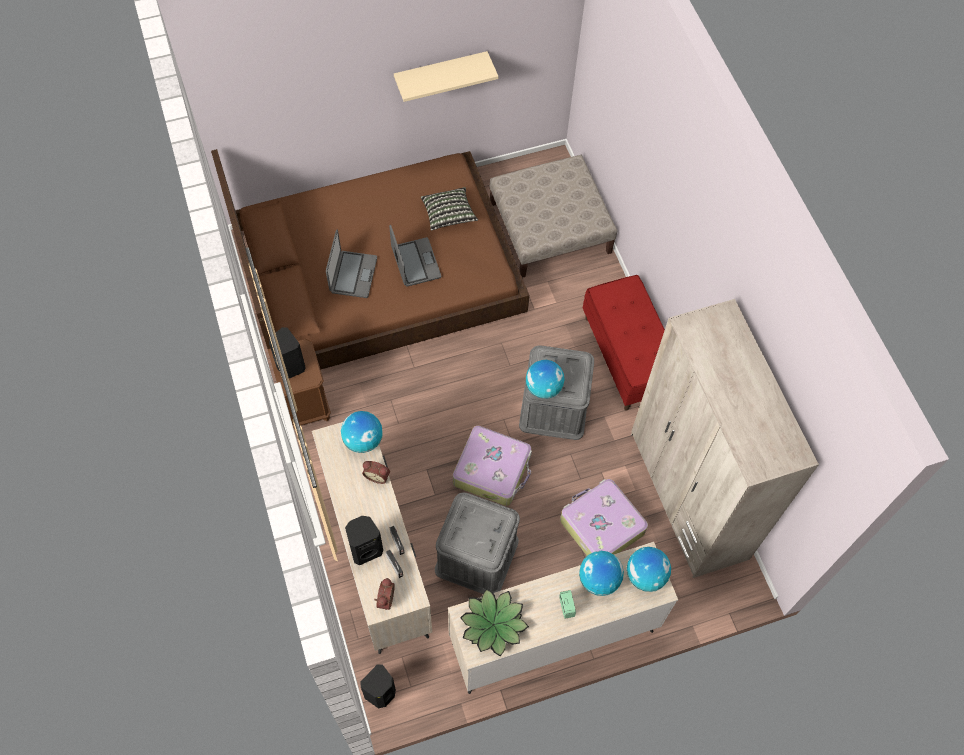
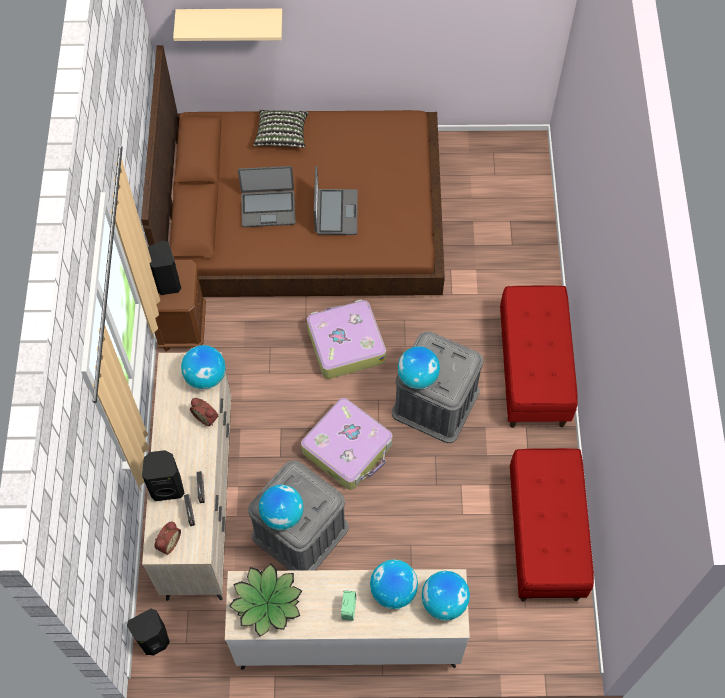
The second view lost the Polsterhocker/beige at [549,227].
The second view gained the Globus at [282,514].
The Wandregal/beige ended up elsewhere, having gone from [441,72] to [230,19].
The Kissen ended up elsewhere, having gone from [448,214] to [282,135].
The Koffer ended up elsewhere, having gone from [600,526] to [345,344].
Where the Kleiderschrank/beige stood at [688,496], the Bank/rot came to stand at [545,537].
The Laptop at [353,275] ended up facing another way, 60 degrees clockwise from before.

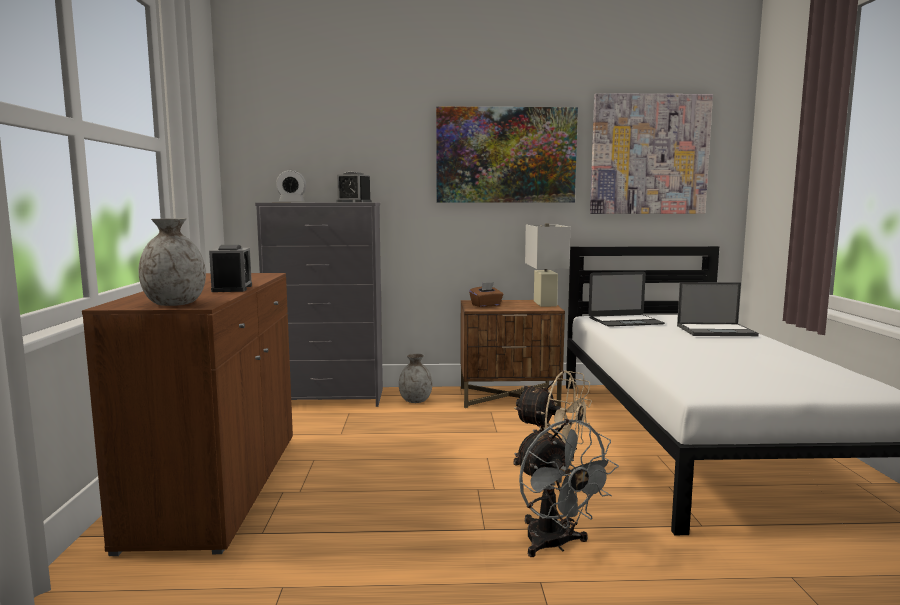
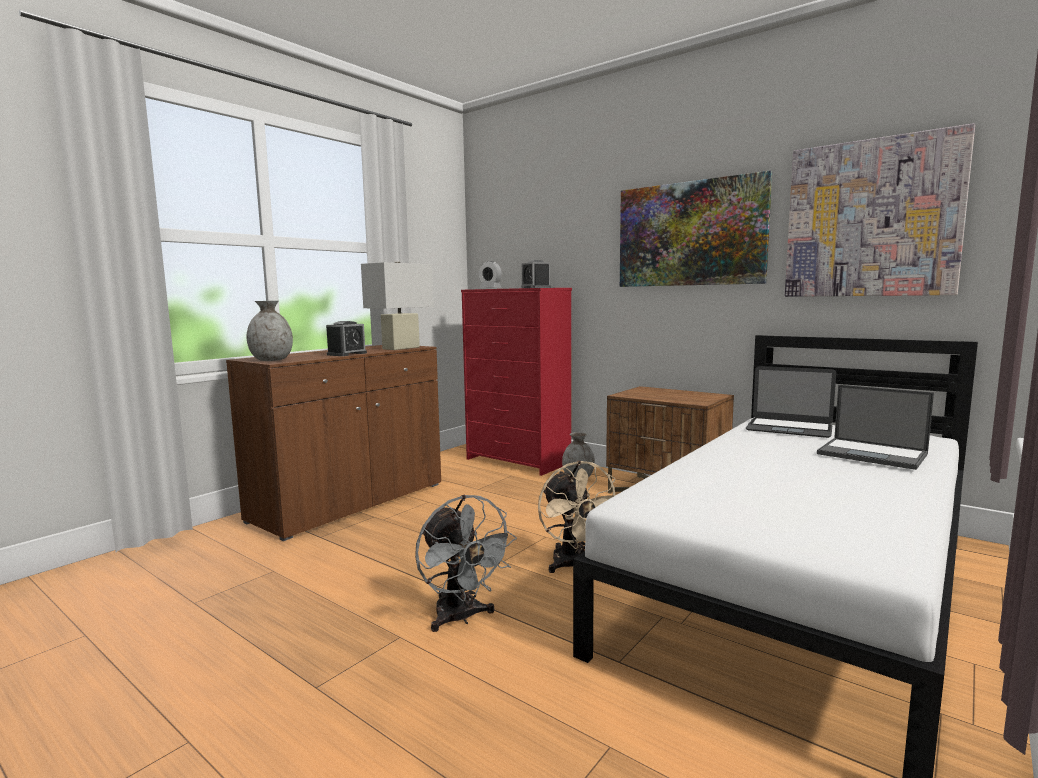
The second view lost the Taschentuchbox/braun at [486,305].
The Tischlampe/weiß ended up elsewhere, having gone from [545,304] to [401,348].
What was the Kommode/grau at [328,397] turned into the Kommode/rot at [518,461].
The Ventilator/grau at [555,545] ended up facing another way, 45 degrees counterclockwise from before.

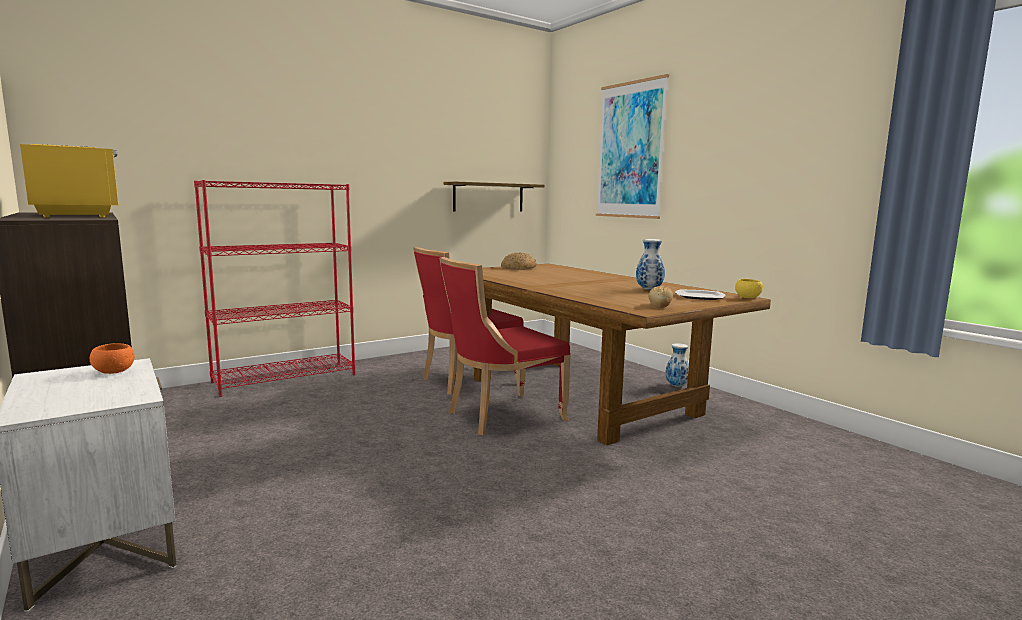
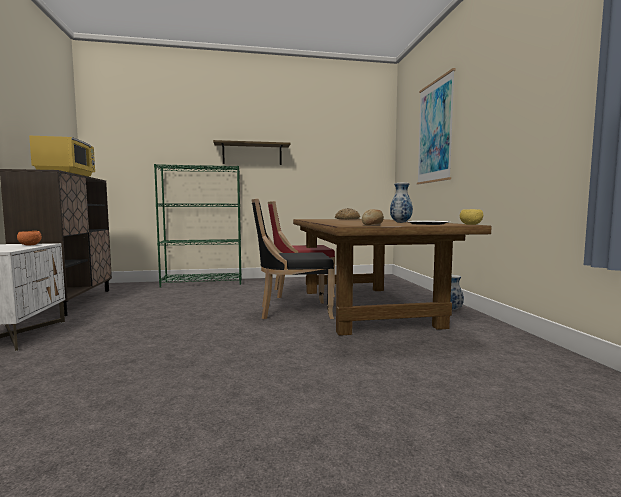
The Wandregal ended up elsewhere, having gone from [488,197] to [252,154].
What was the Bücherregal/rot at [286,378] turned into the Bücherregal/grün at [203,283].
What was the Stuhl/rot at [501,416] turned into the Stuhl/schwarz at [292,311].

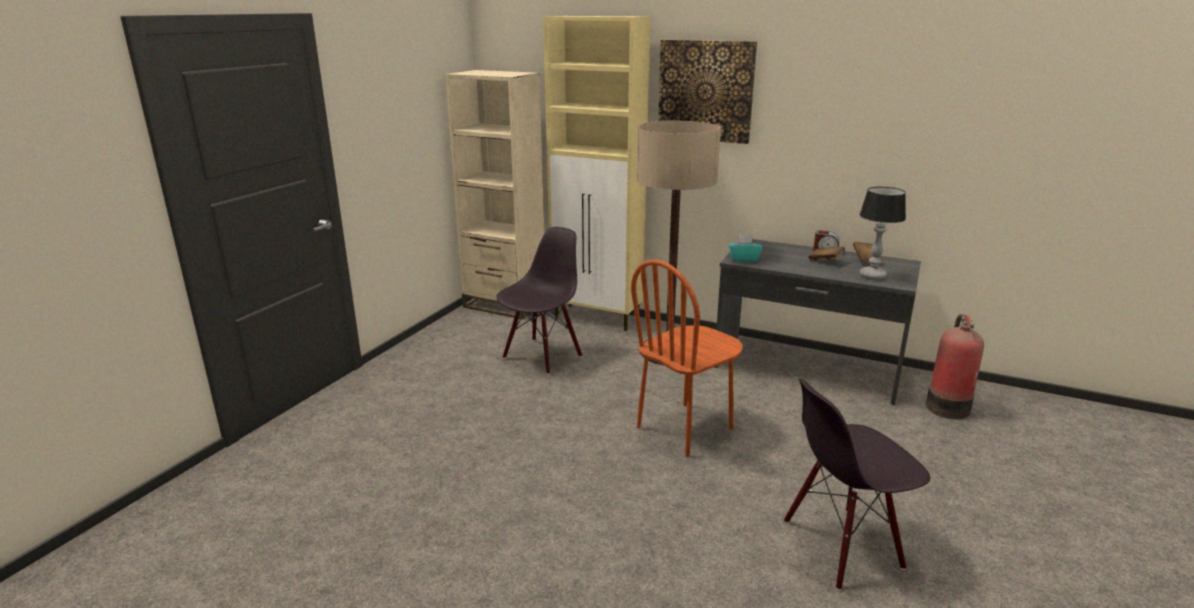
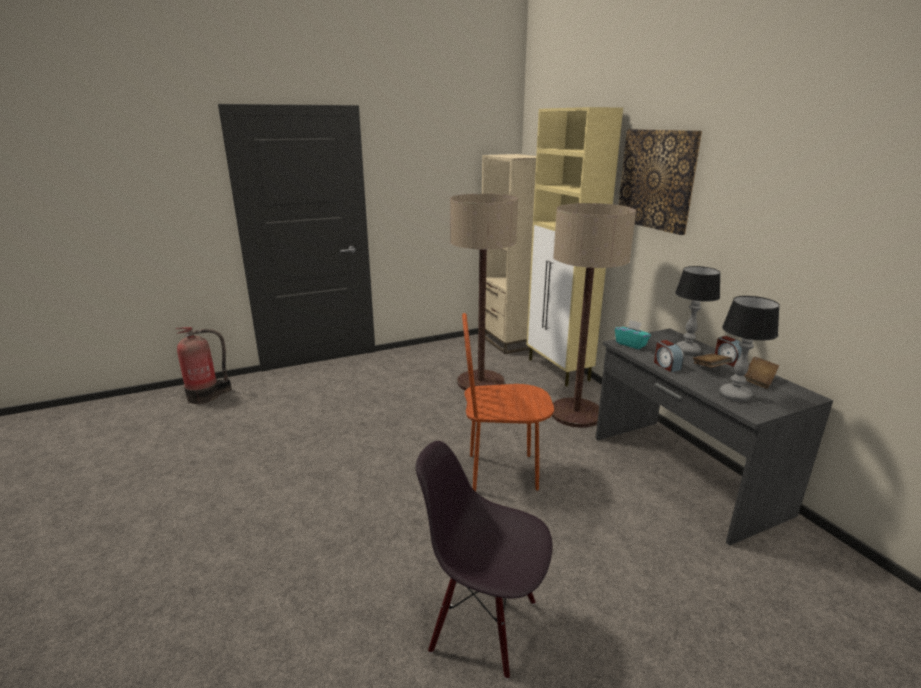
The second view gained the Wecker at [666,365].
The second view gained the Tischlampe at [686,350].
The Feuerlöscher ended up elsewhere, having gone from [946,406] to [206,395].
Where the Stuhl/schwarz stood at [542,356], the Stehlampe came to stand at [480,382].

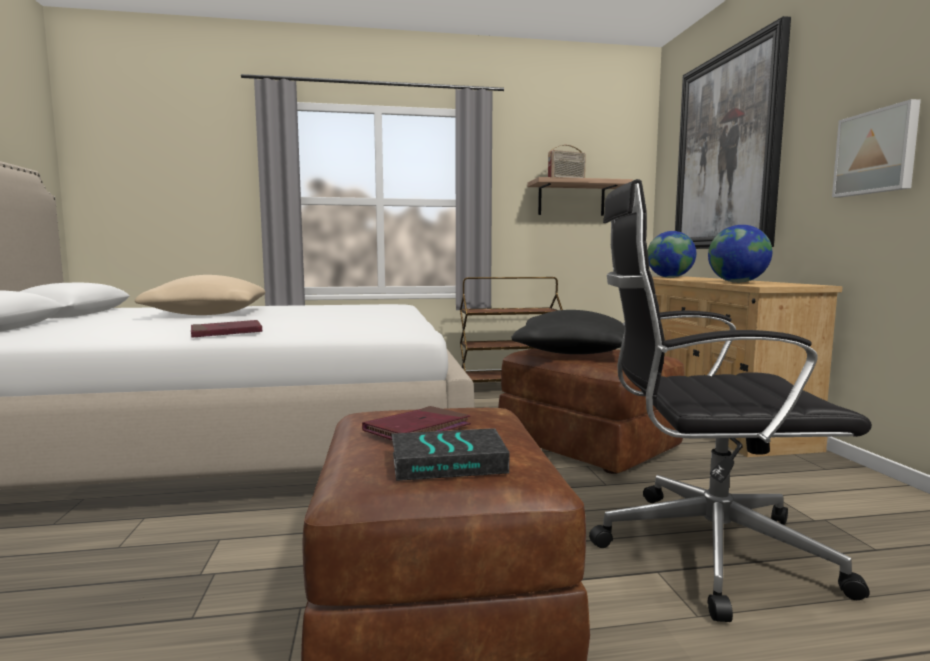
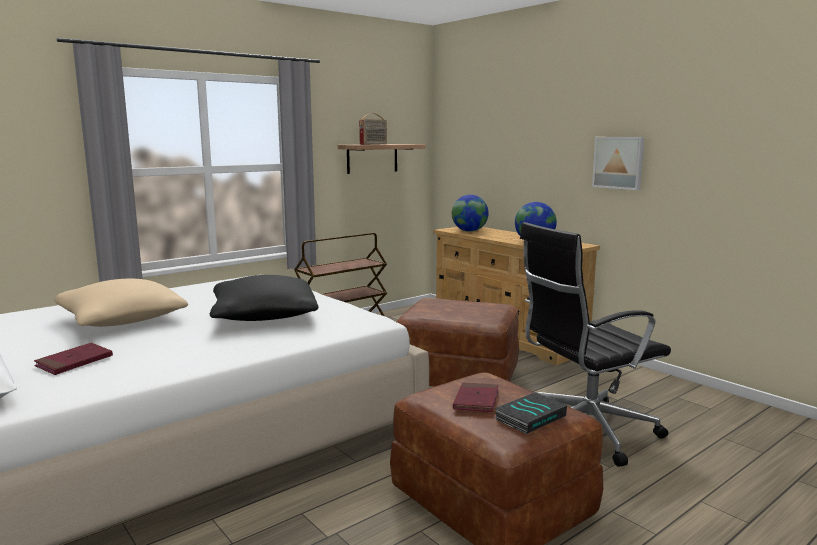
The second view lost the Bild at [726,151].
The Buch/rot ended up elsewhere, having gone from [226,333] to [74,362].
The Kissen/schwarz ended up elsewhere, having gone from [571,352] to [264,316].

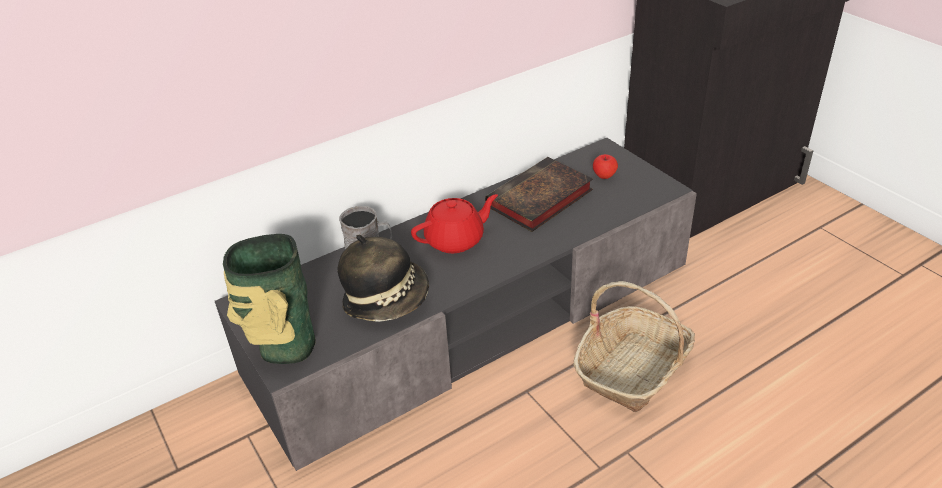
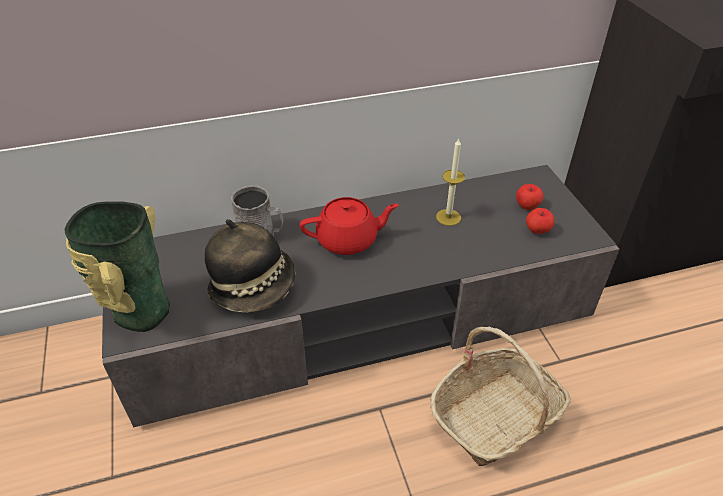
The second view gained the Apfel at [537,231].
Where the Buch stood at [538,200], the Kerze came to stand at [448,217].

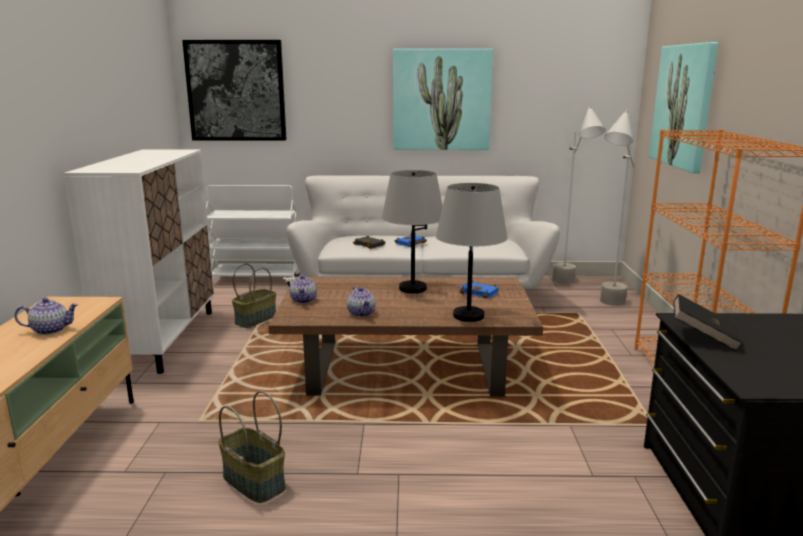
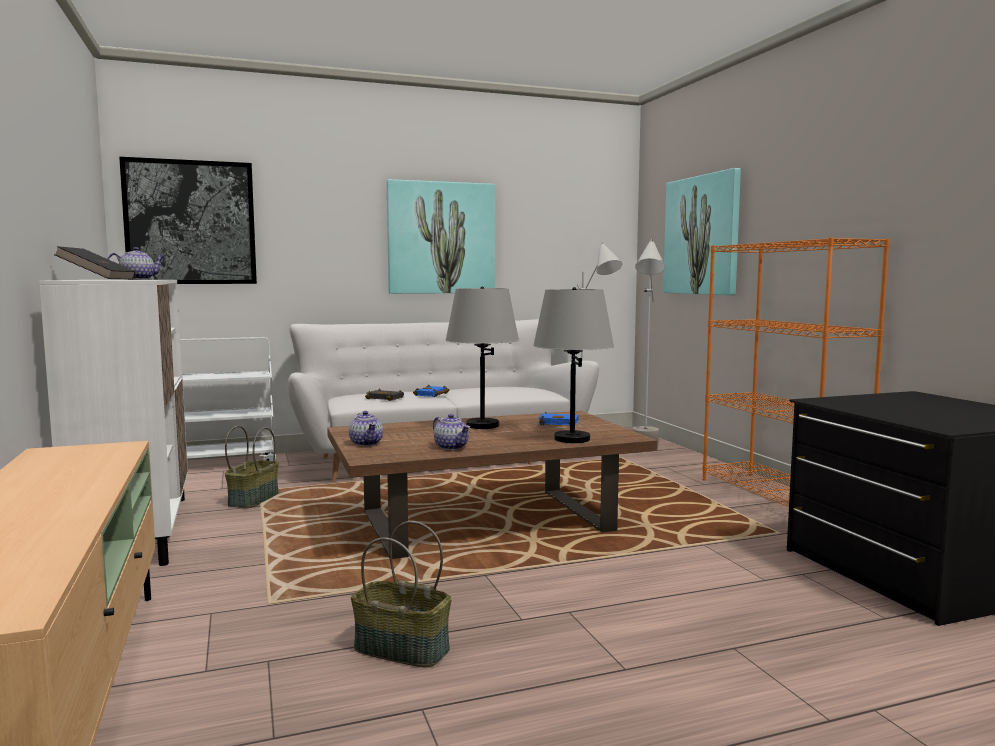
The Teekanne ended up elsewhere, having gone from [51,330] to [137,279].
The Buch/schwarz ended up elsewhere, having gone from [703,337] to [97,279].

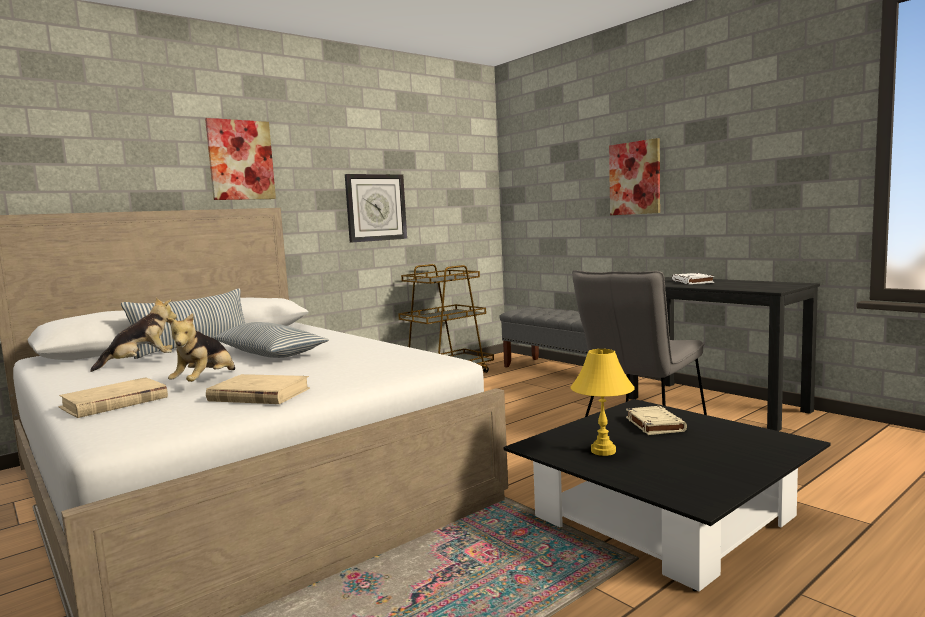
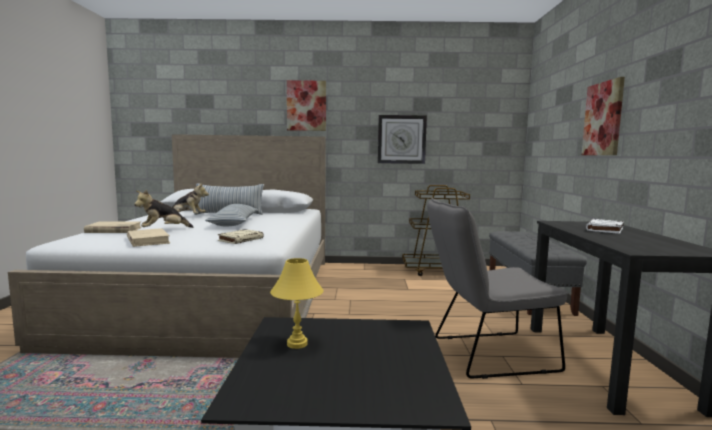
The Buch/beige ended up elsewhere, having gone from [654,424] to [241,239].

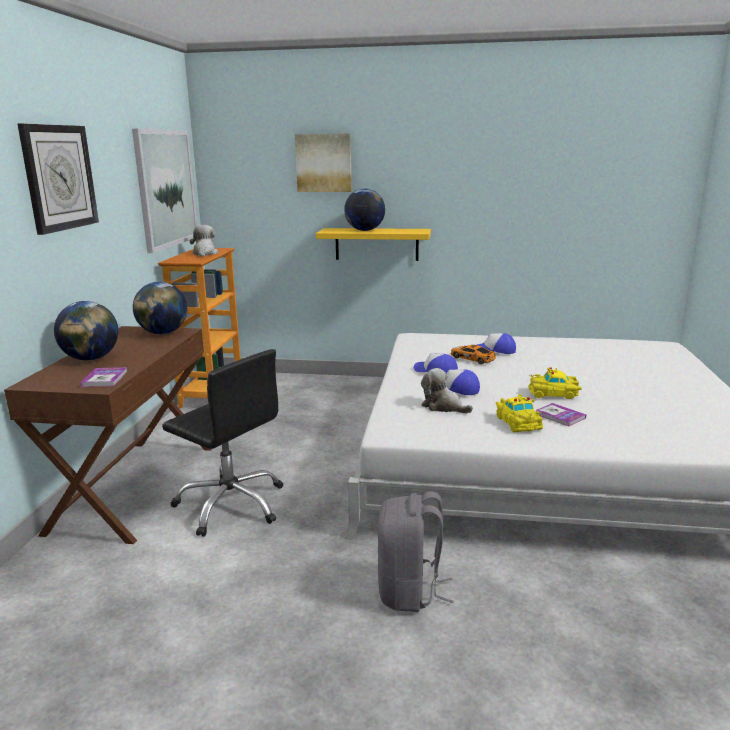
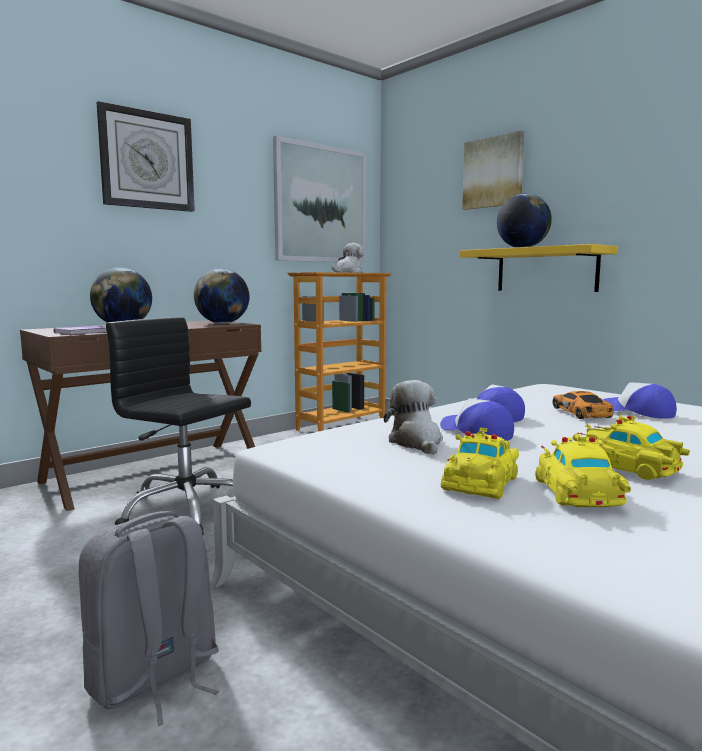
Where the Buch stood at [560,416], the Spielzeugauto/gelb came to stand at [577,494].
The Bürostuhl/schwarz at [231,504] ended up facing another way, 135 degrees clockwise from before.

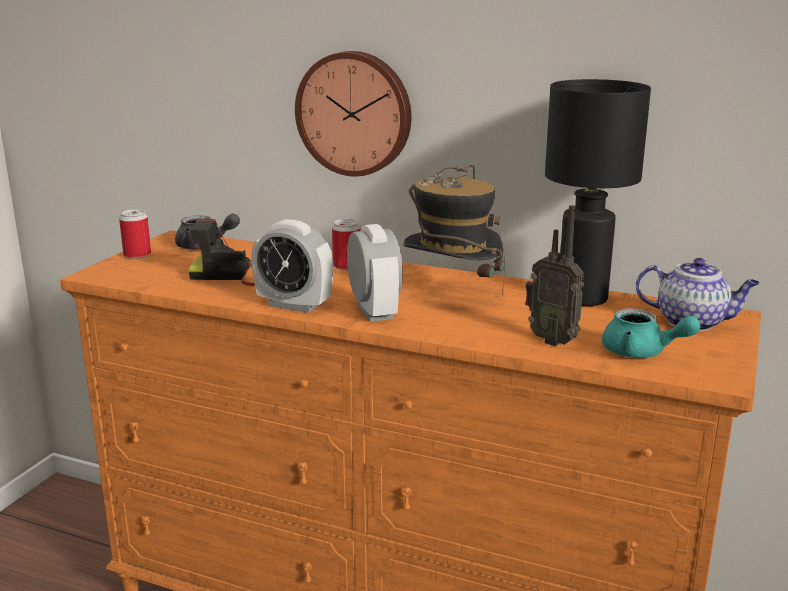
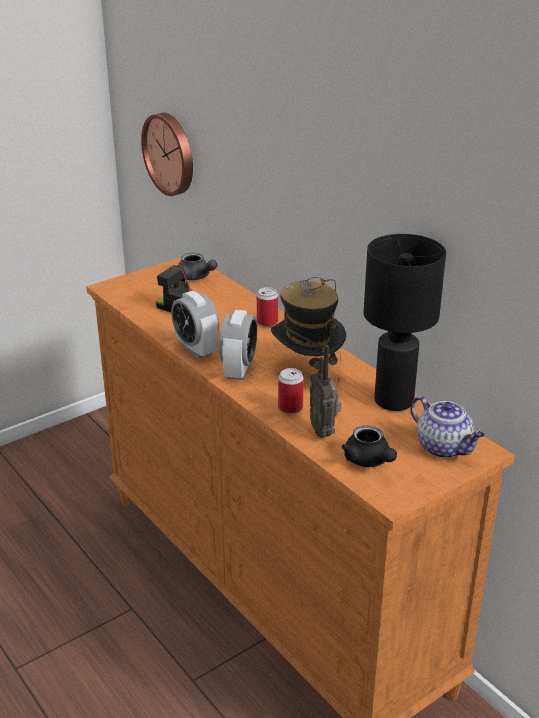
The Dose ended up elsewhere, having gone from [137,255] to [290,408].
The Wanduhr ended up elsewhere, having gone from [355,113] to [171,153].
What was the Teekanne/türkis at [641,353] turned into the Teekanne/schwarz at [369,461].

